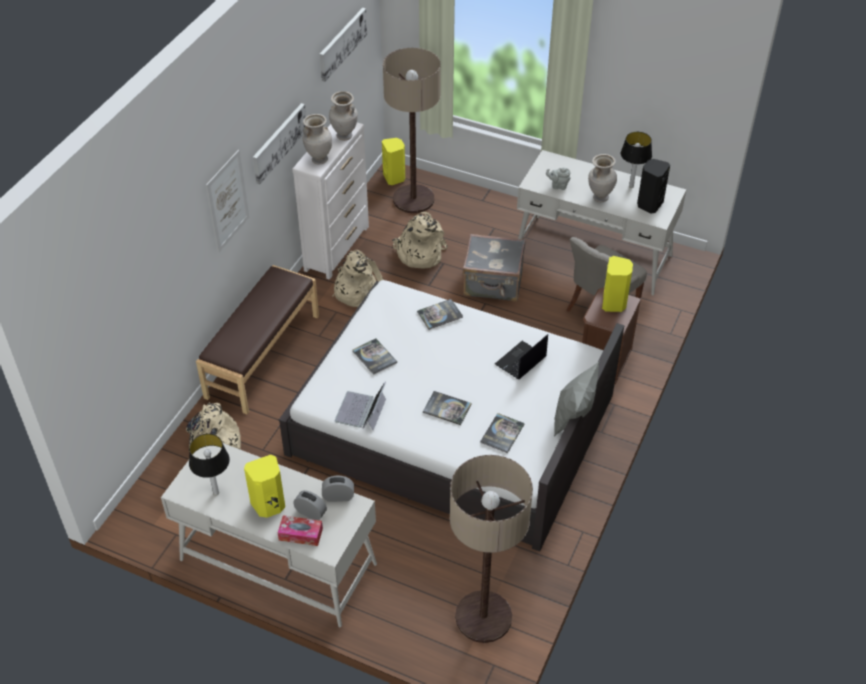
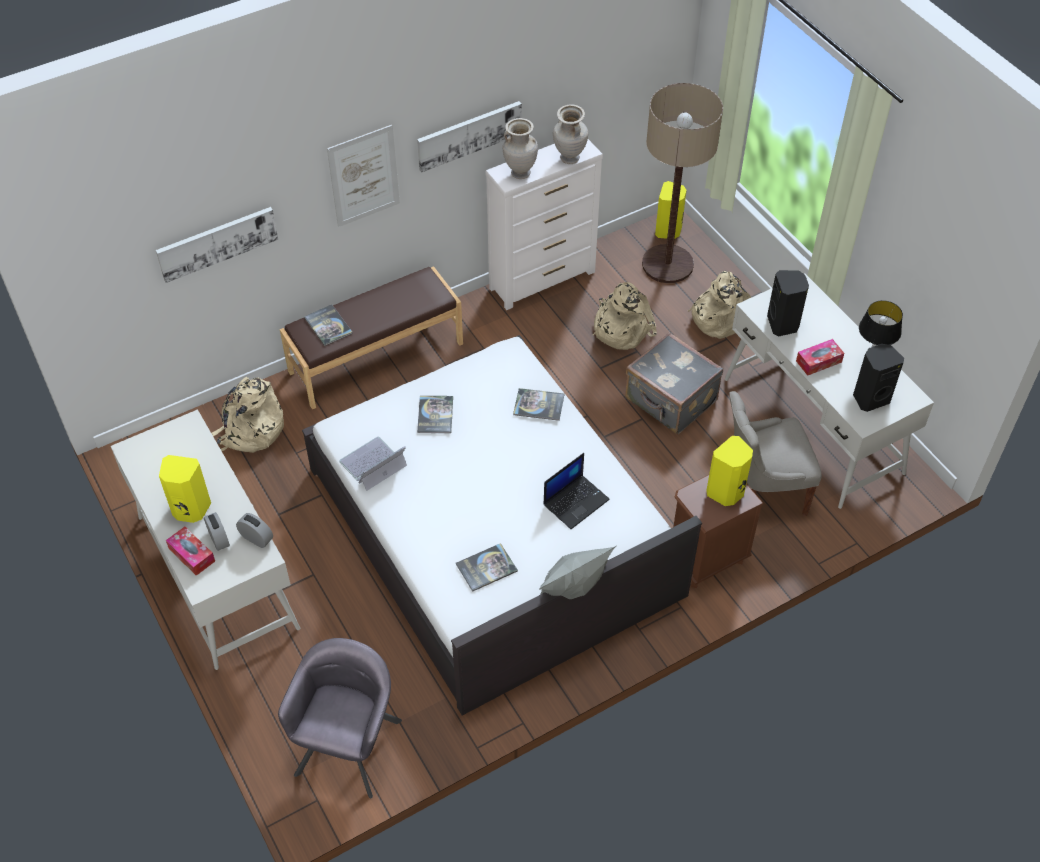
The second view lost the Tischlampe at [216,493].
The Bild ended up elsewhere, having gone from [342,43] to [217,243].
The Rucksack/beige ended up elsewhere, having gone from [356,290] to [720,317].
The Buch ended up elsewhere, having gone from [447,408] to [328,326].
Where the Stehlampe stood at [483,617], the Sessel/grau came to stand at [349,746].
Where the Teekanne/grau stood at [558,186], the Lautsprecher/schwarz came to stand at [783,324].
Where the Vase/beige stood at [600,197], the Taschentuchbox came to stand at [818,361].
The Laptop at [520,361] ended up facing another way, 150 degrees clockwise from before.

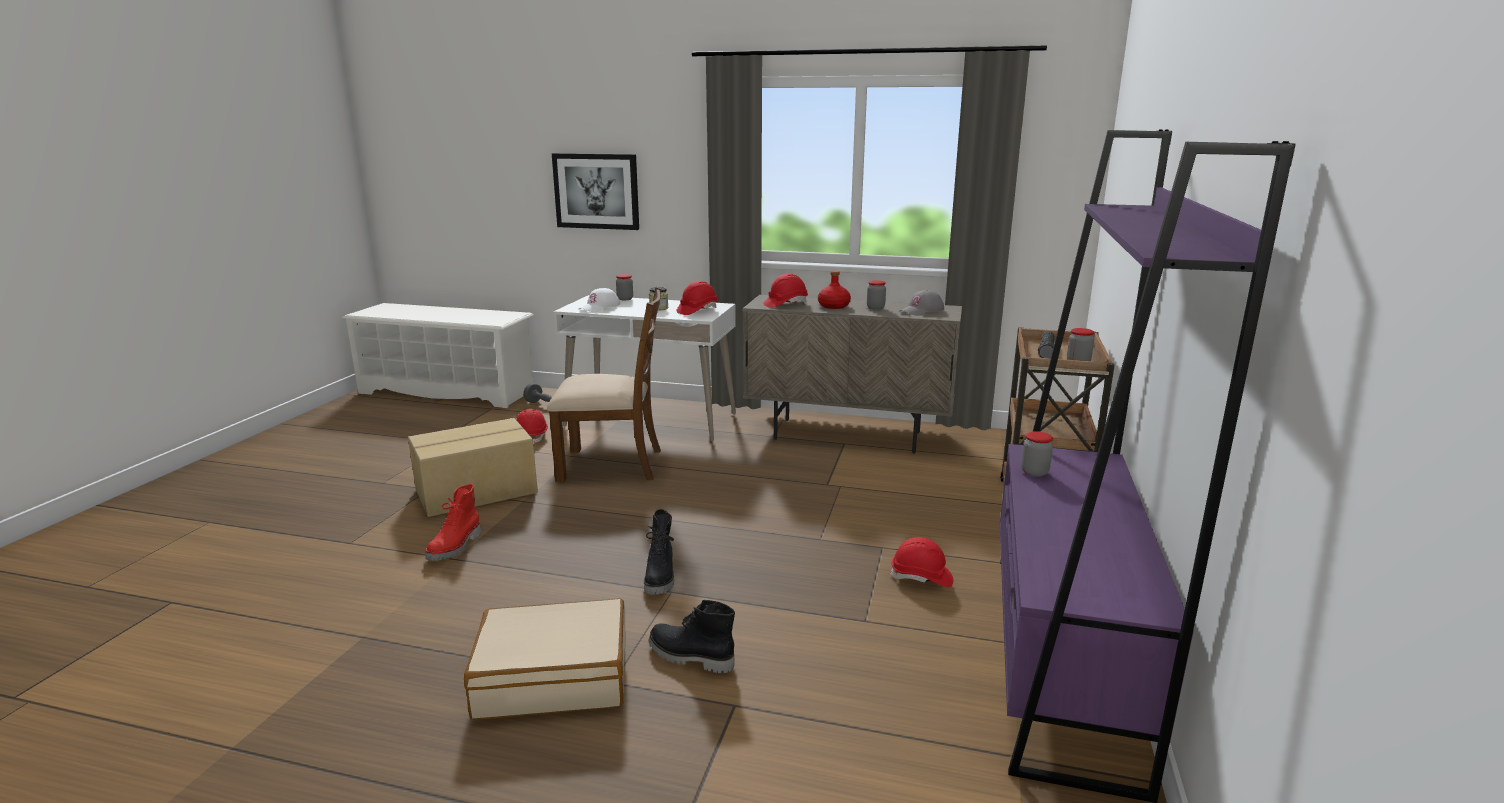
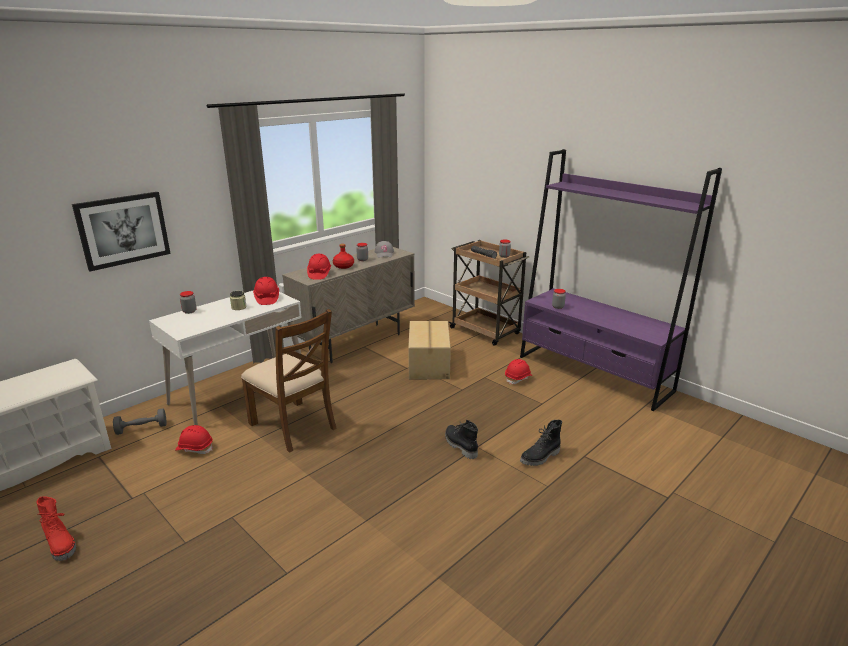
The second view lost the Koffer/beige at [553,677].
The second view lost the Kappe/weiß at [600,307].
The Karton ended up elsewhere, having gone from [477,492] to [429,364].
The Stiefel/rot ended up elsewhere, having gone from [456,547] to [61,544].
The Stuhl/braun at [612,464] ended up facing another way, 105 degrees clockwise from before.
The Stiefel/schwarz at [661,577] ended up facing another way, 150 degrees counterclockwise from before.

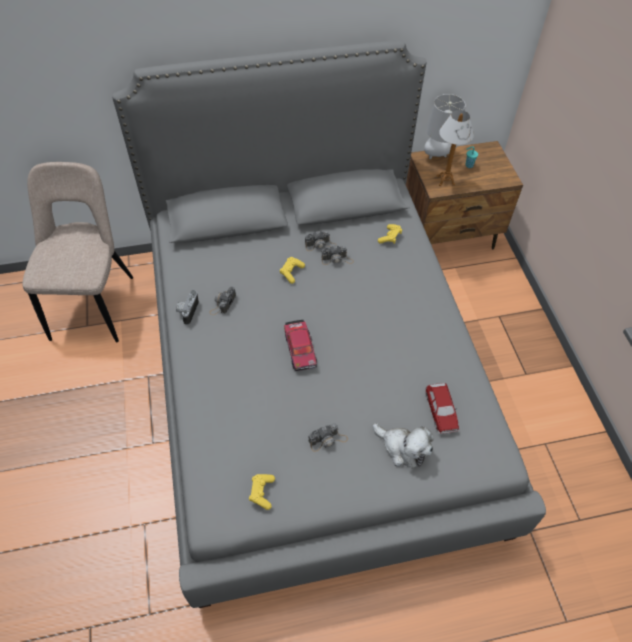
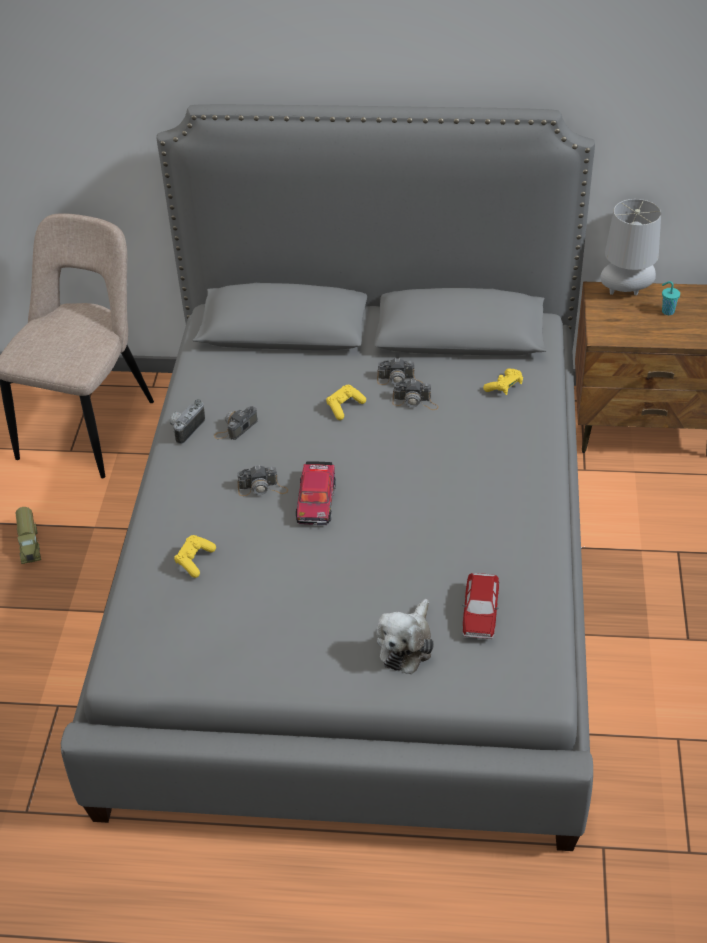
The second view lost the Tischlampe at [445,180].
The second view gained the Spielzeuglaster at [30,544].
The Gamepad/gelb ended up elsewhere, having gone from [262,492] to [195,560].
The Kamera ended up elsewhere, having gone from [328,440] to [262,488].
The Plüschtier at [403,448] ended up facing another way, 60 degrees clockwise from before.

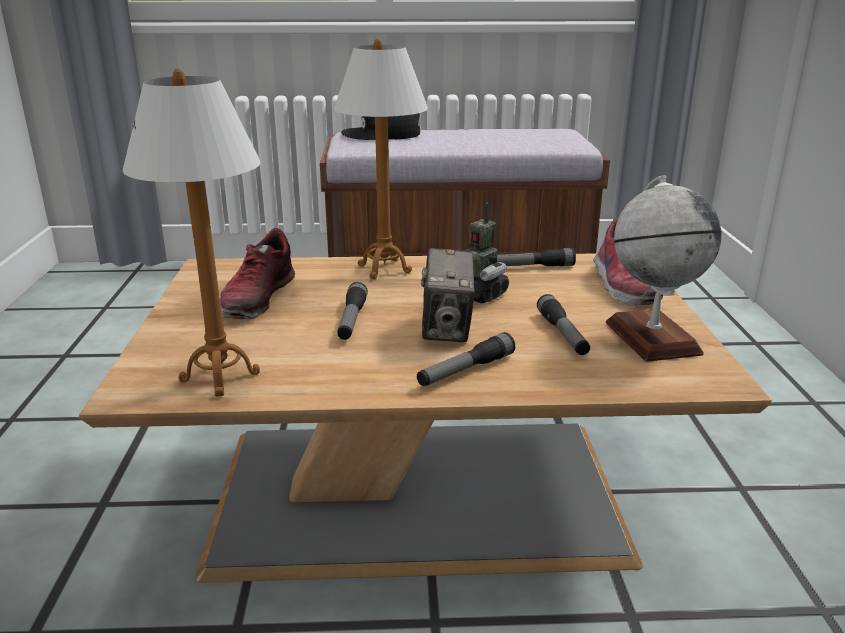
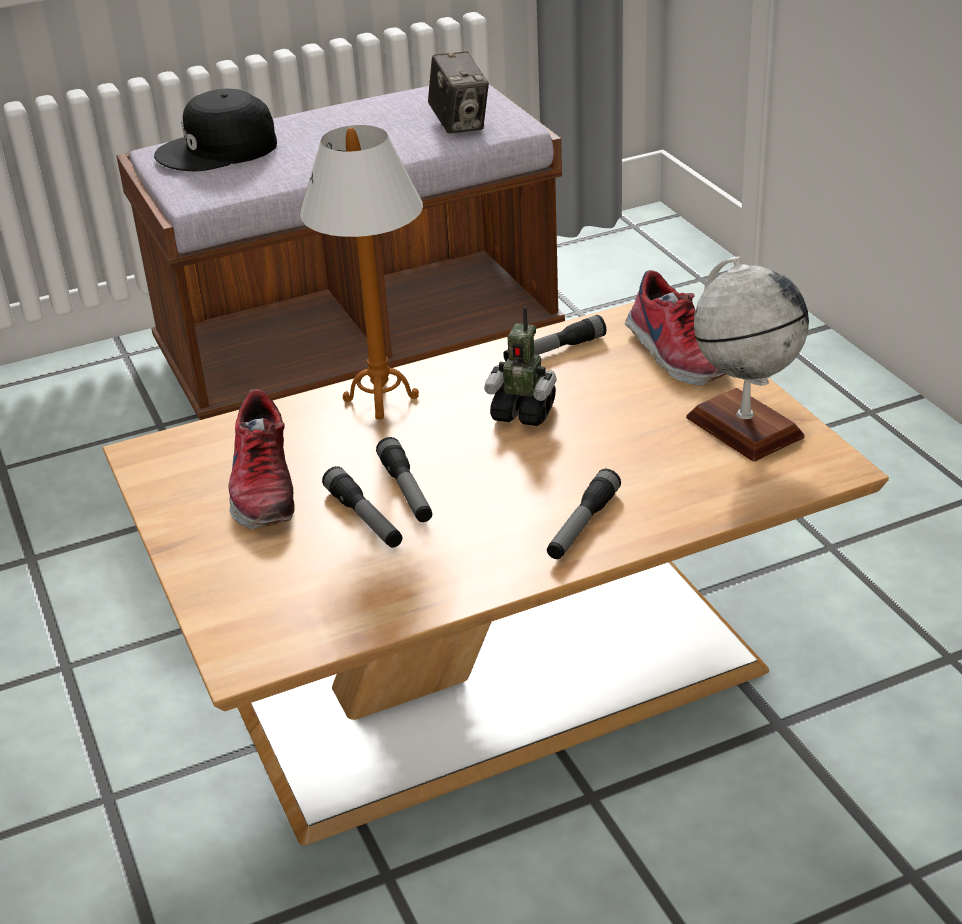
The second view lost the Tischlampe at [220,377].
The Kamera ended up elsewhere, having gone from [447,330] to [459,124].
The Taschenlampe ended up elsewhere, having gone from [562,334] to [364,518].

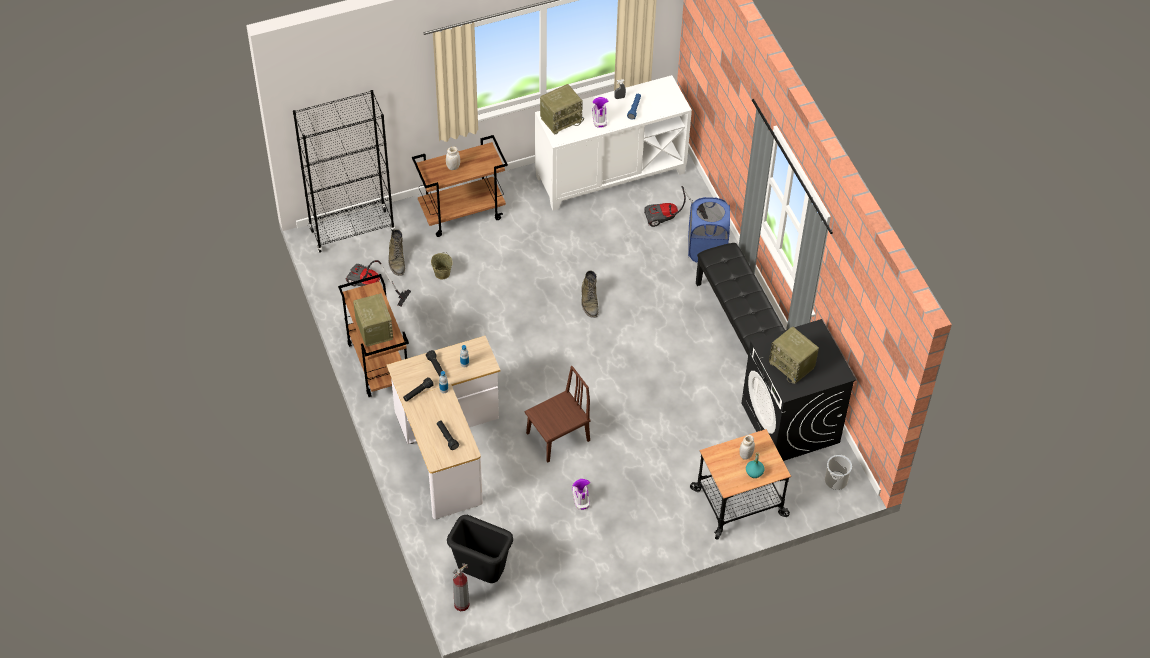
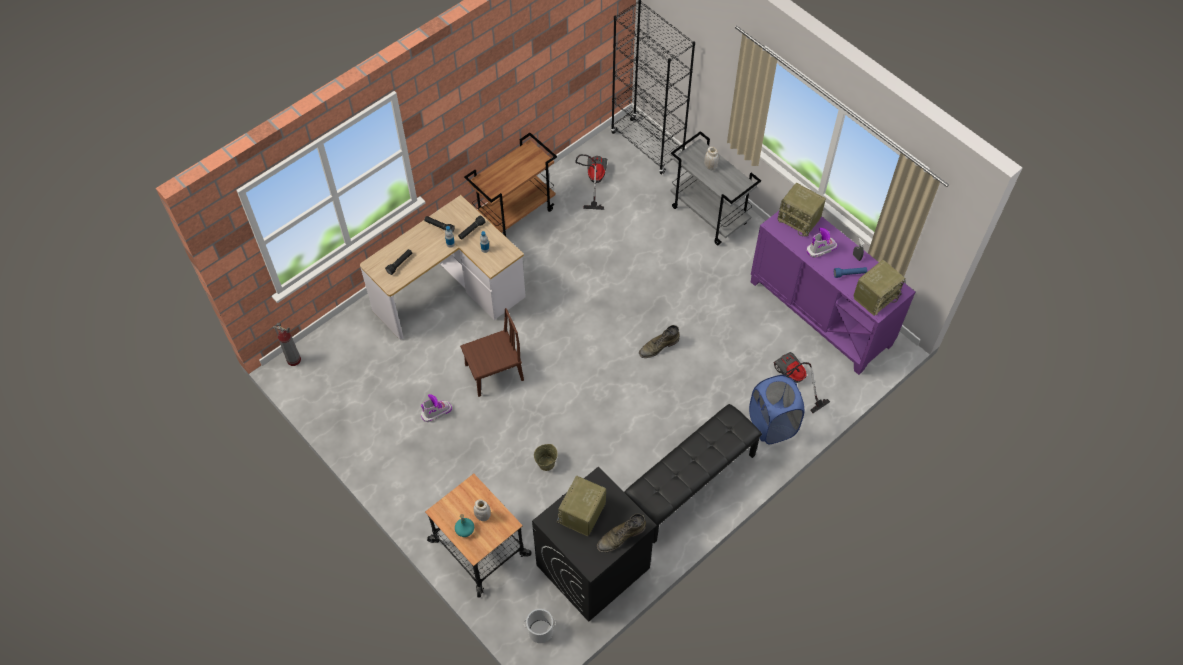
The second view lost the Mülleimer/schwarz at [481,574].
The Radio ended up elsewhere, having gone from [374,329] to [875,296].
The Stiefel/grün ended up elsewhere, having gone from [396,260] to [621,537].
The Eimer/beige ended up elsewhere, having gone from [442,273] to [546,463].
What was the Rollwagen/braun at [462,212] turned into the Rollwagen/grau at [709,215].
What was the Schrank/weiß at [610,174] turned into the Schrank/lila at [820,313].
The Stuhl/braun at [558,437] ended up facing another way, 60 degrees counterclockwise from before.

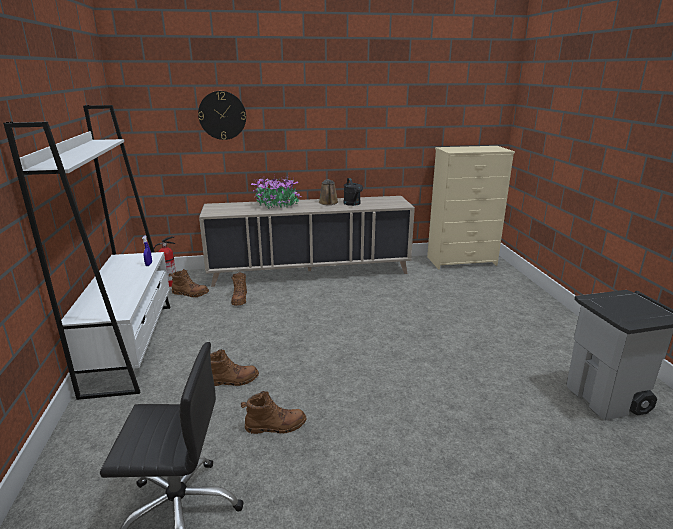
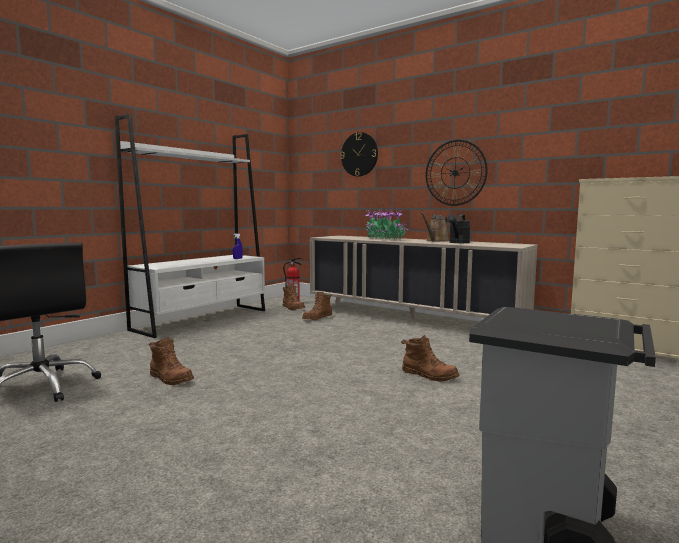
The second view gained the Wanduhr at [455,173].
The Stiefel/braun ended up elsewhere, having gone from [231,380] to [429,375].

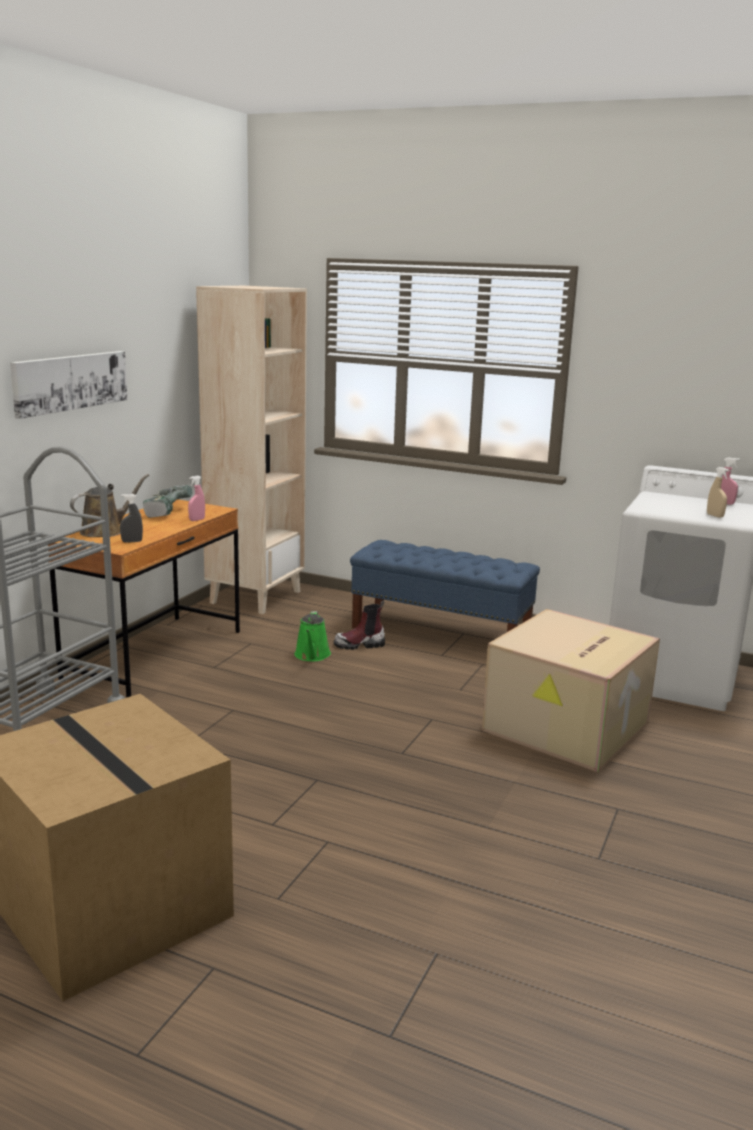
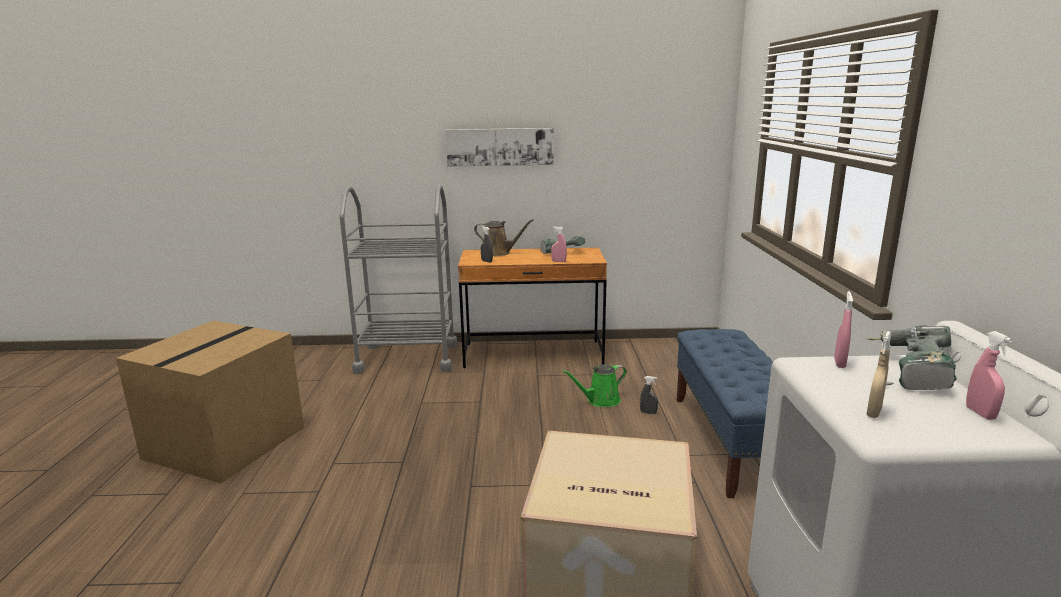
The second view lost the Bücherregal/beige at [255,597].
The second view gained the Sprühflasche/rosa at [839,363].
The second view gained the Bohrmaschine at [909,373].
Where the Stiefel stood at [360,645], the Sprühflasche/grau came to stand at [648,412].

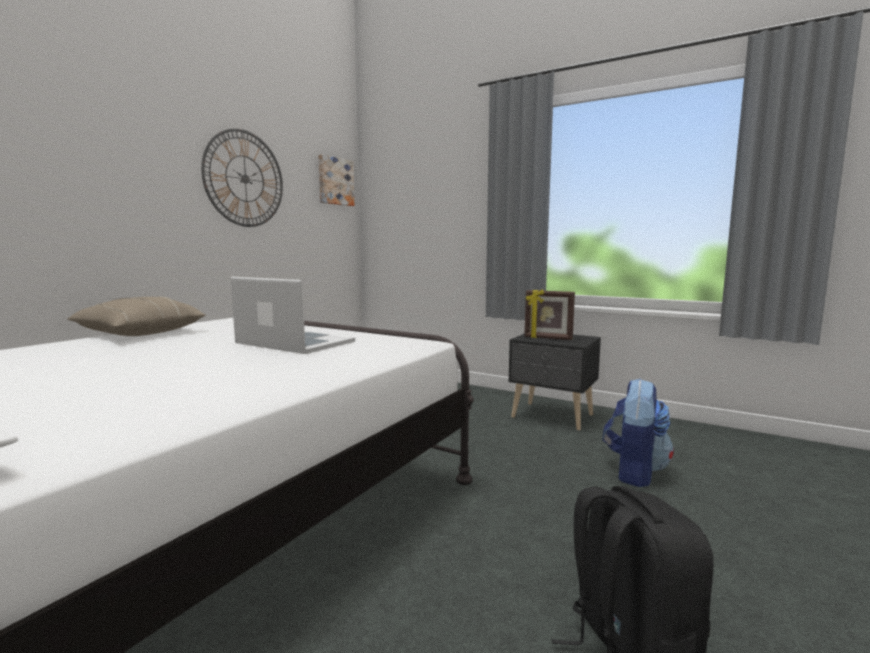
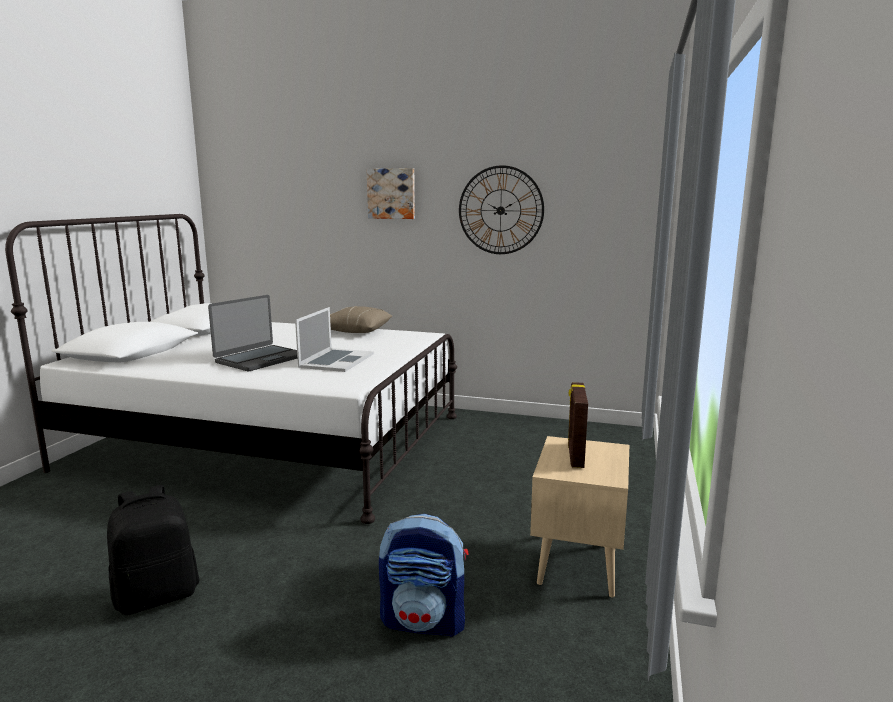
The second view gained the Laptop at [260,359].
The Bild ended up elsewhere, having gone from [335,181] to [391,193].
What was the Nachttisch/schwarz at [553,417] turned into the Nachttisch/beige at [576,563].

